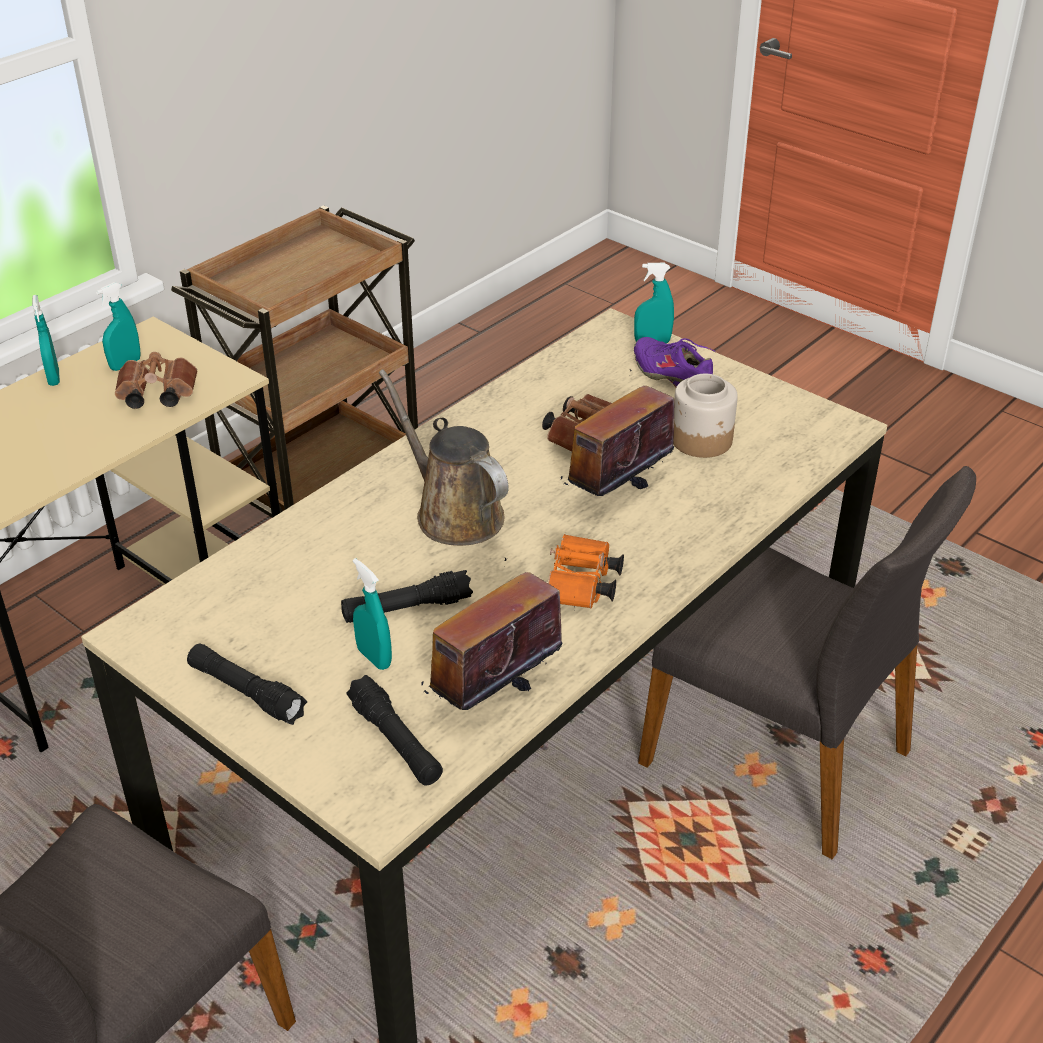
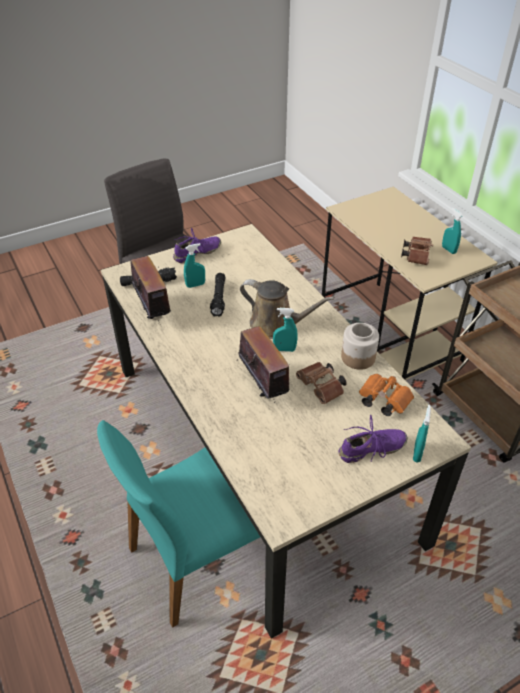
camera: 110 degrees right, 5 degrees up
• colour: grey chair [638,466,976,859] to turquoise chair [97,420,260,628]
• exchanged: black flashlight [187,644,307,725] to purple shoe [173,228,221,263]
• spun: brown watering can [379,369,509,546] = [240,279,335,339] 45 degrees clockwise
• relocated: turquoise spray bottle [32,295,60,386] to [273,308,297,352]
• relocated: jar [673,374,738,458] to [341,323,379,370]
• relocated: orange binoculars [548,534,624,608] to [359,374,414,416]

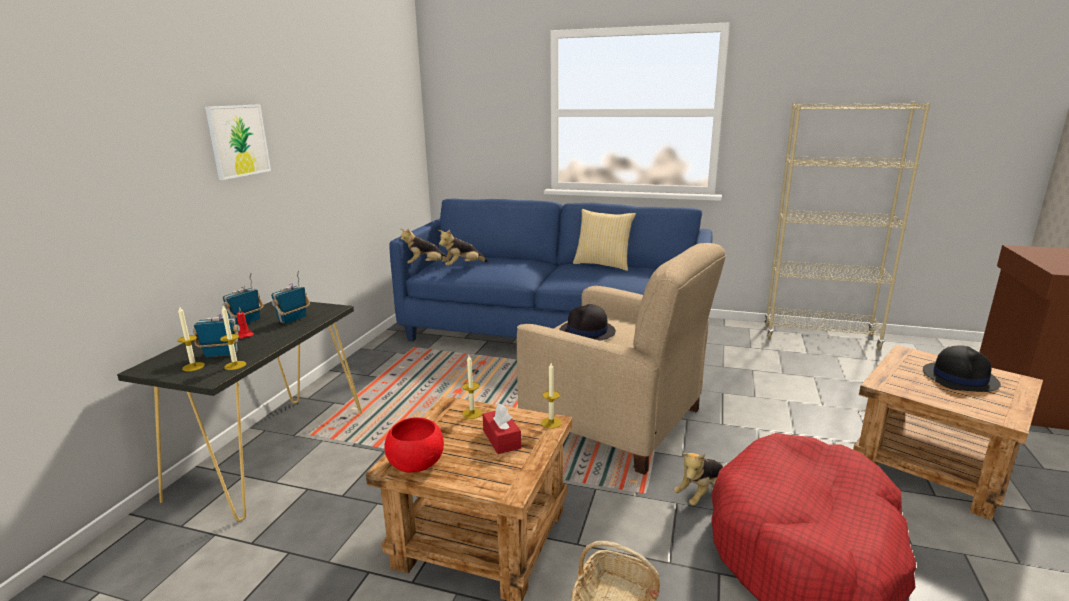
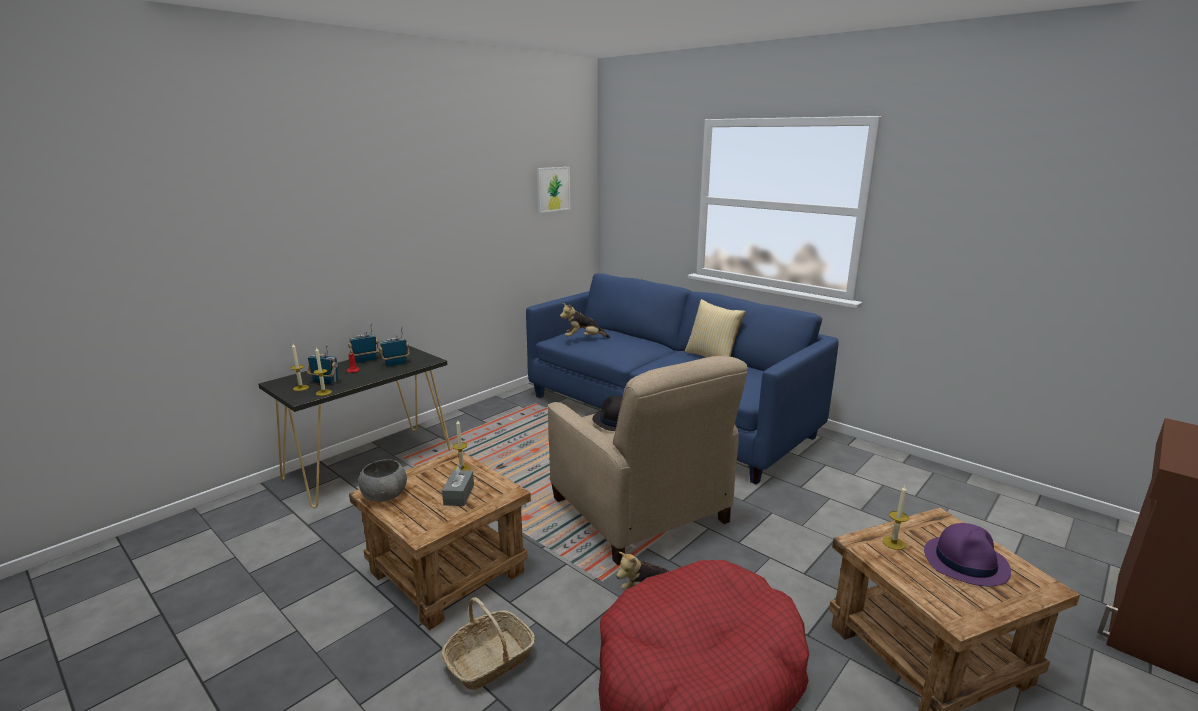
camera: 25 degrees right, 0 degrees up
• colour: red bowl [384,417,444,473] to grey bowl [358,459,407,502]
• colour: red tissue box [483,403,521,454] to grey tissue box [442,464,474,506]
• relocated: picture [205,104,271,180] to [537,167,570,213]
• relocated: candle [541,363,562,429] to [883,486,909,550]
• colour: black hat [923,345,1001,392] to purple hat [924,523,1011,586]
• missing: plush toy [400,228,451,264]
• missing: beige bookcase [765,102,930,350]

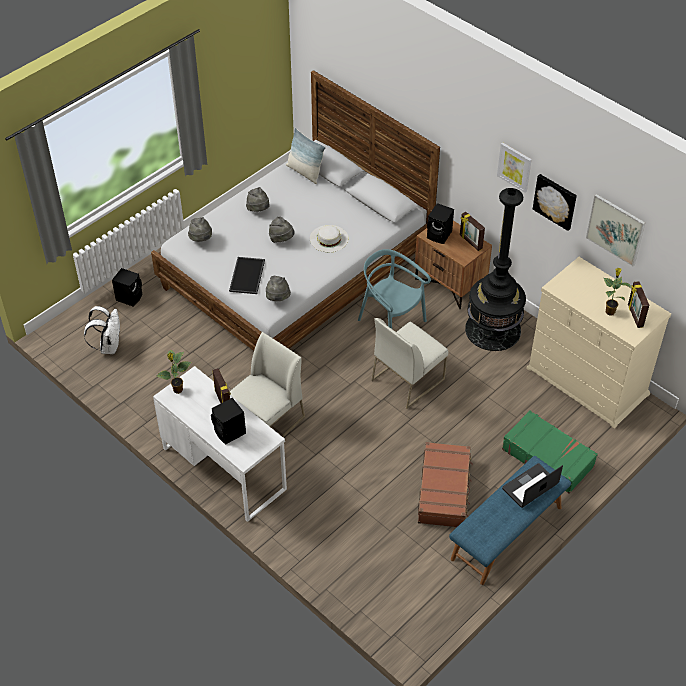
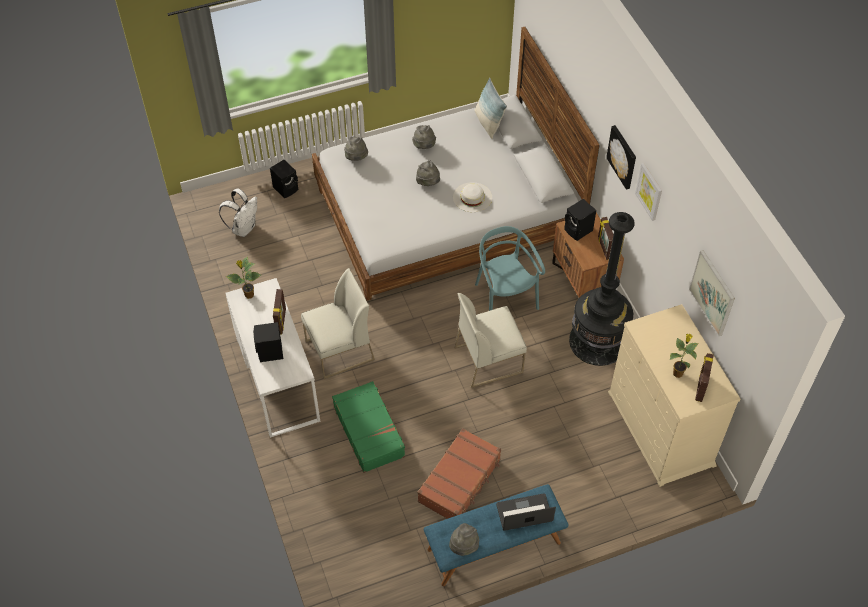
camera: 25 degrees right, 5 degrees up
• relocated: green suitcase [502,410,598,494] to [332,381,405,473]
• relocated: grey hat [266,276,291,301] to [449,523,479,556]
• relocated: picture [533,174,577,231] to [606,125,636,190]
• missing: tray [229,257,265,294]

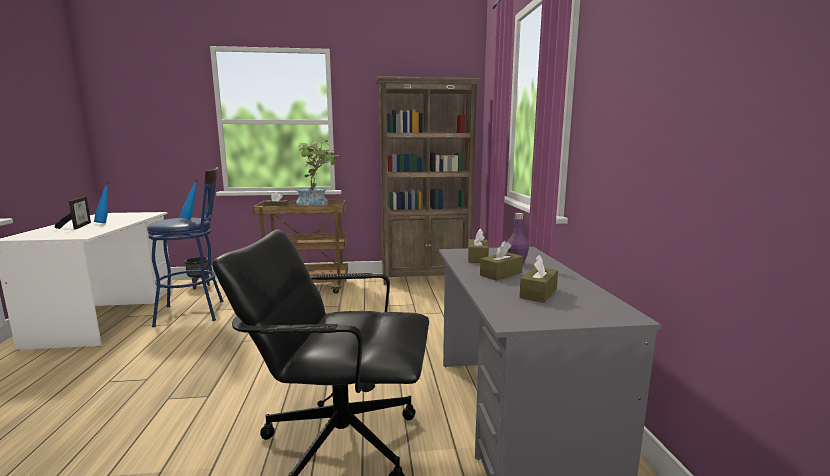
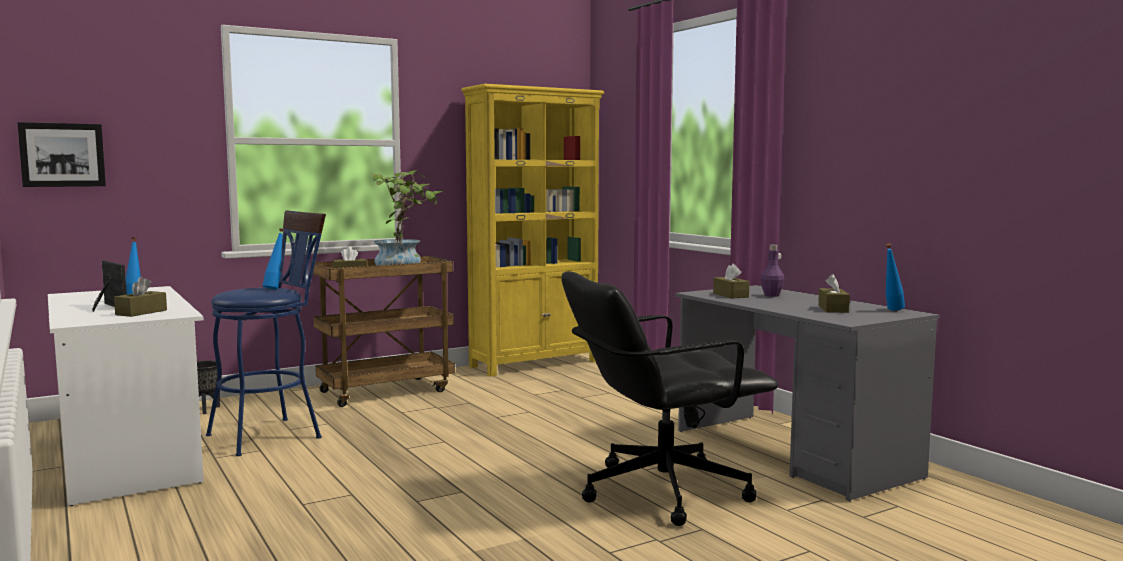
camera: 25 degrees left, 5 degrees down
• appeared: picture [17,122,106,187]
• relocated: brown tissue box [480,241,523,281] to [114,277,167,317]
• colour: brown bookcase [376,76,481,285] to yellow bookcase [461,84,604,377]
• appeared: blue bottle [885,243,905,311]

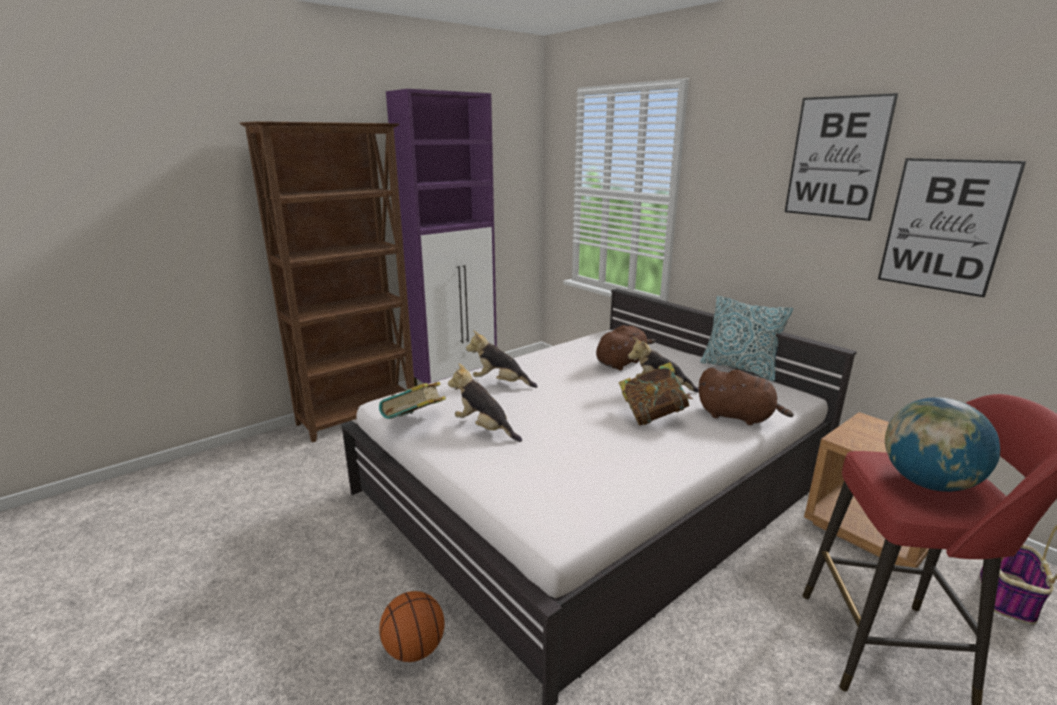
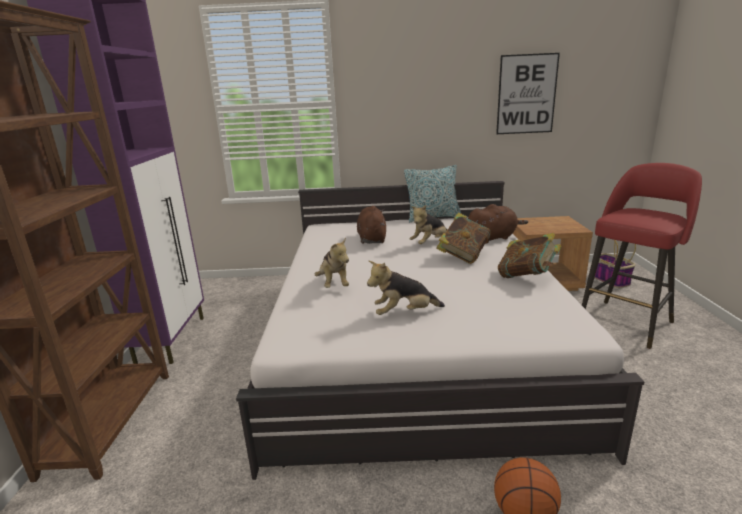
camera: 50 degrees left, 0 degrees up
• spun: plush toy [466,330,538,388] = [314,237,349,288] 75 degrees counterclockwise
• relocated: book [379,382,446,419] to [498,233,561,278]
• missing: picture [785,93,898,221]
• missing: globe [885,397,1000,492]

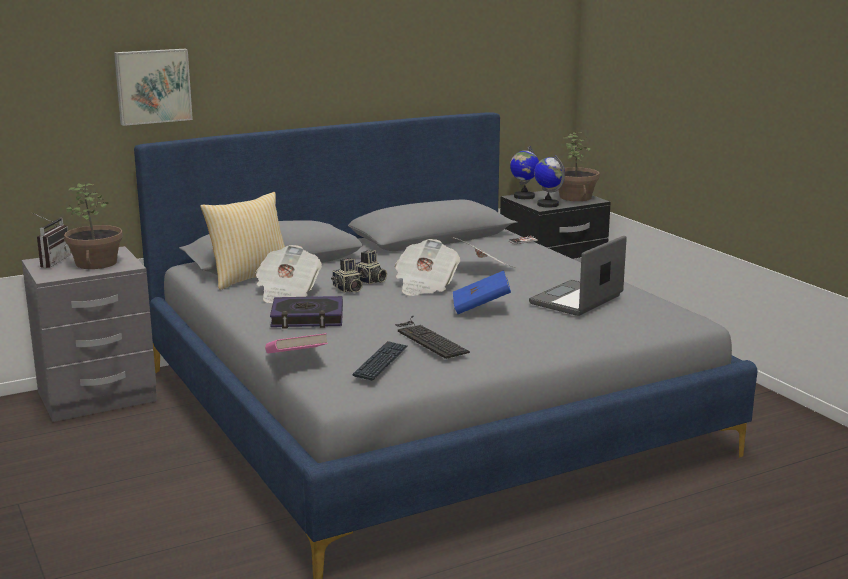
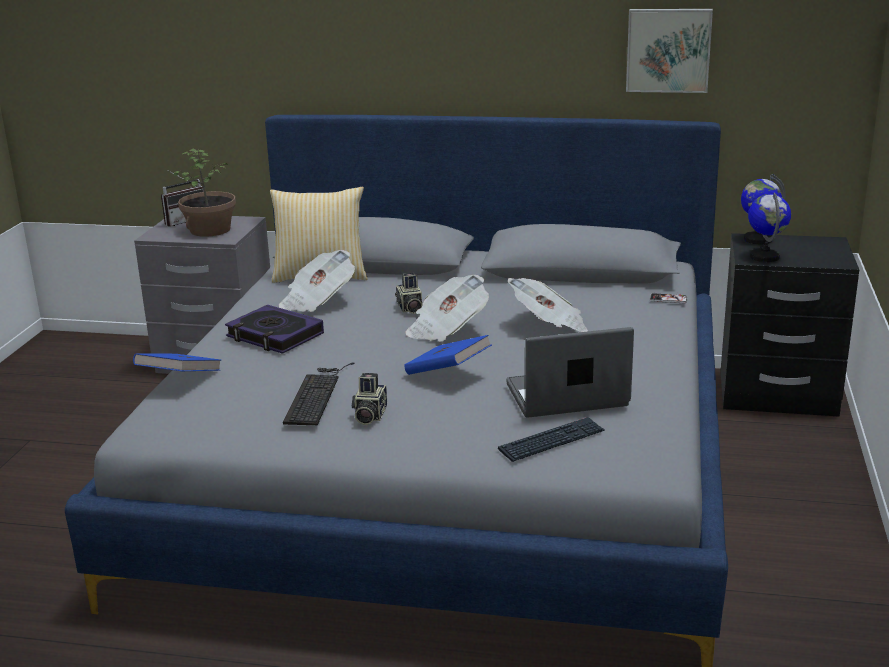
camera: 40 degrees right, 5 degrees up
• colour: pink book [265,333,328,353] to blue book [133,353,221,371]
• relocated: photo camera [331,258,363,293] to [352,373,387,425]
• relocated: keyboard [353,341,407,380] to [498,417,605,462]
• relocated: picture [114,49,193,126] to [626,9,713,93]
• missing: potted plant [559,132,600,201]

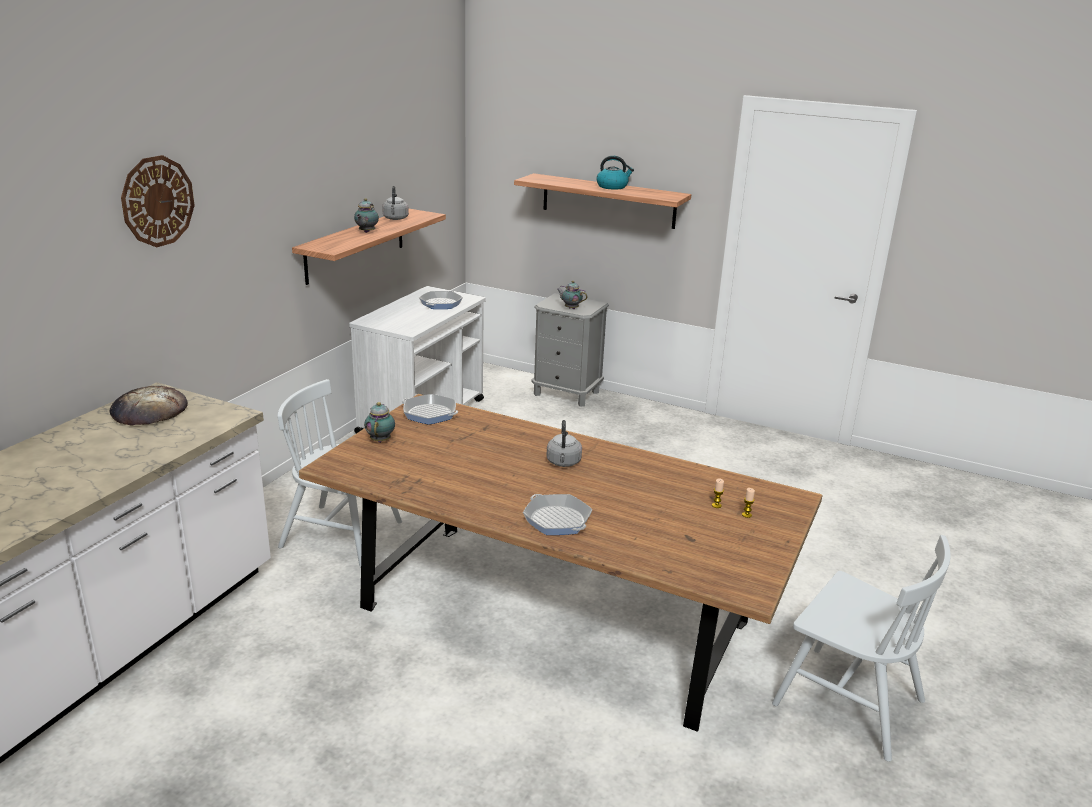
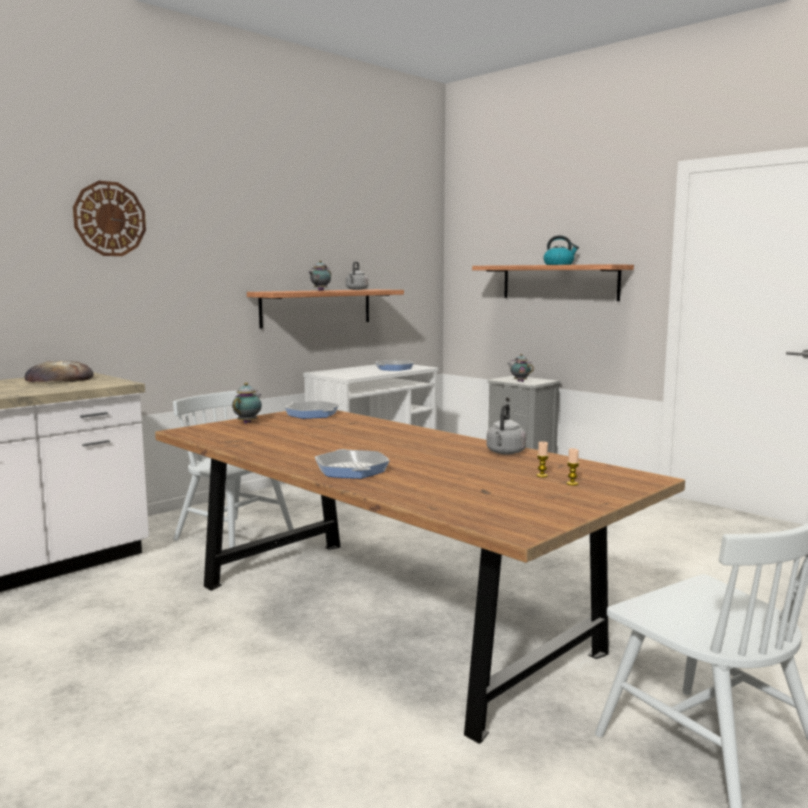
camera: 20 degrees right, 15 degrees down
• relocated: grey kettle [546,420,582,467] to [486,403,526,455]

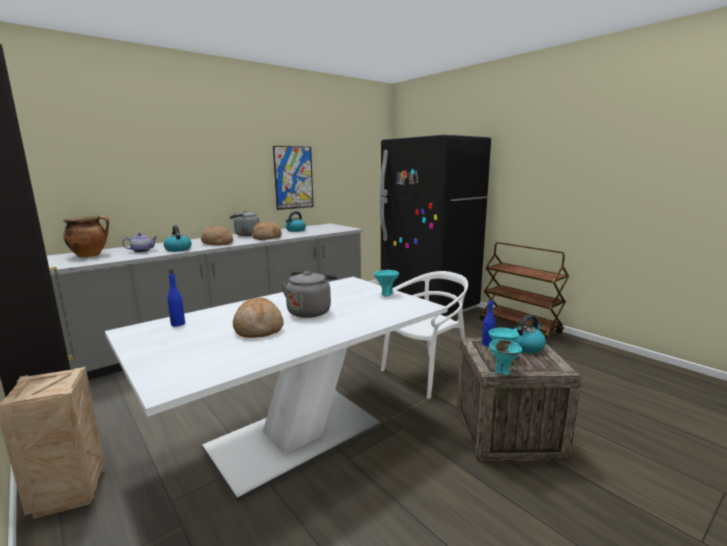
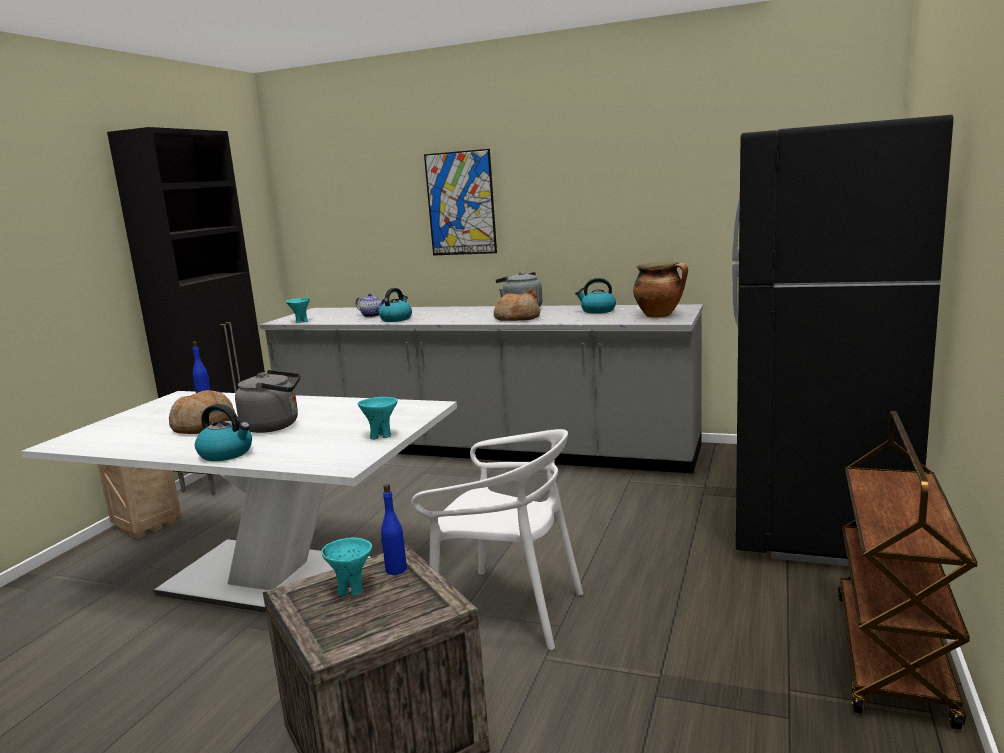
camera: 60 degrees right, 0 degrees up
• relocated: kettle [513,315,546,353] to [195,404,252,461]
• relocated: turquoise bowl [489,339,522,375] to [286,298,310,323]
• relocated: picture [273,146,314,210] to [424,149,497,255]
• relocated: cooking pot [63,216,109,257] to [633,262,688,318]
• missing: bread [201,226,233,245]

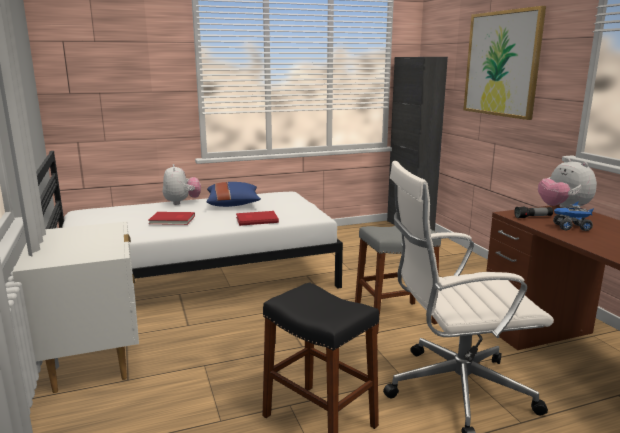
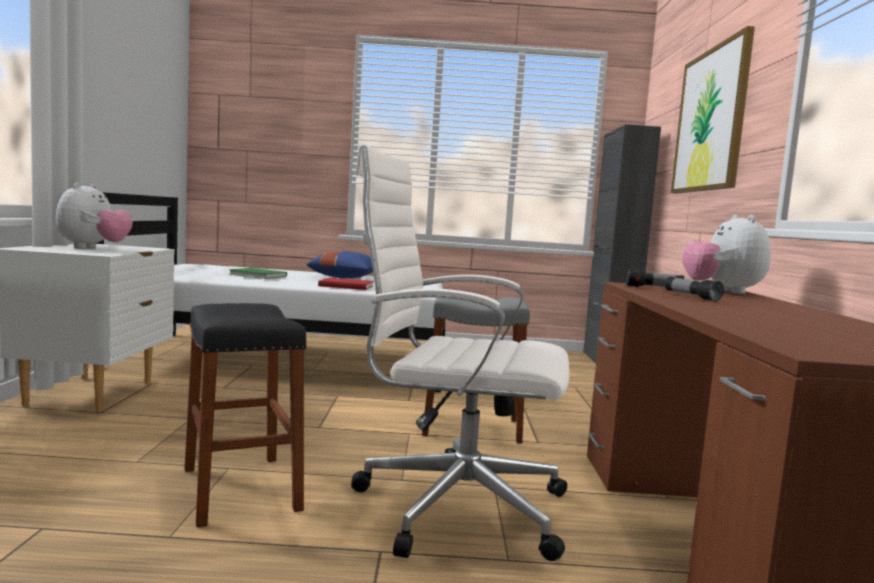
camera: 20 degrees right, 10 degrees down
• relocated: plush toy [163,164,201,205] to [56,183,133,248]
• colour: red book [149,212,195,225] to green book [229,268,287,279]
• exchanged: toy truck [553,201,594,231] to flashlight [665,277,724,301]

